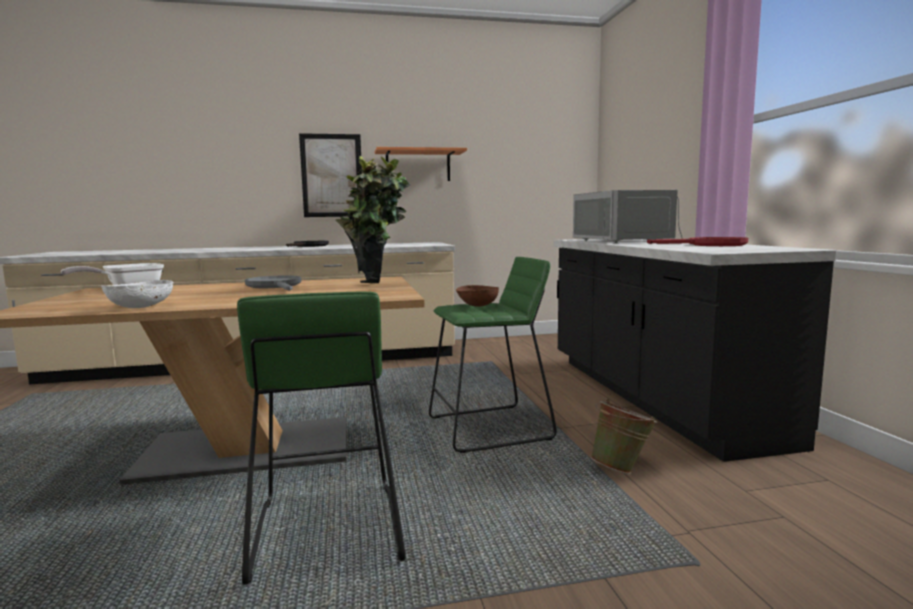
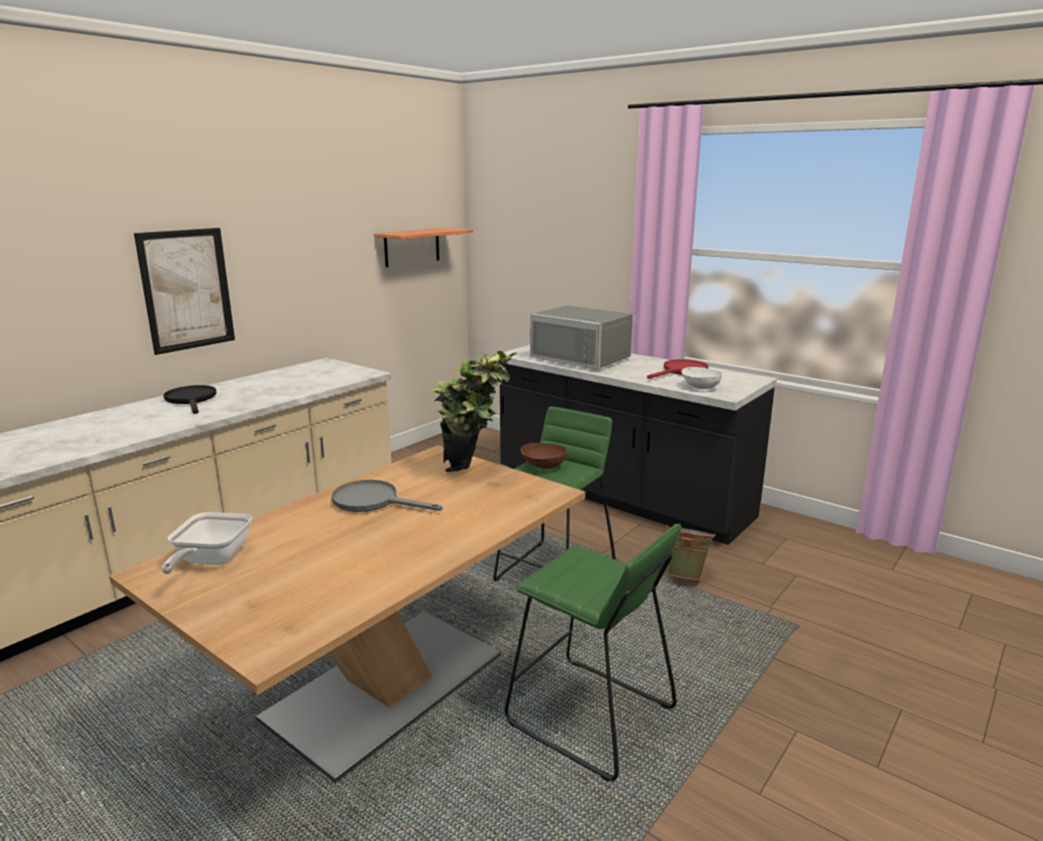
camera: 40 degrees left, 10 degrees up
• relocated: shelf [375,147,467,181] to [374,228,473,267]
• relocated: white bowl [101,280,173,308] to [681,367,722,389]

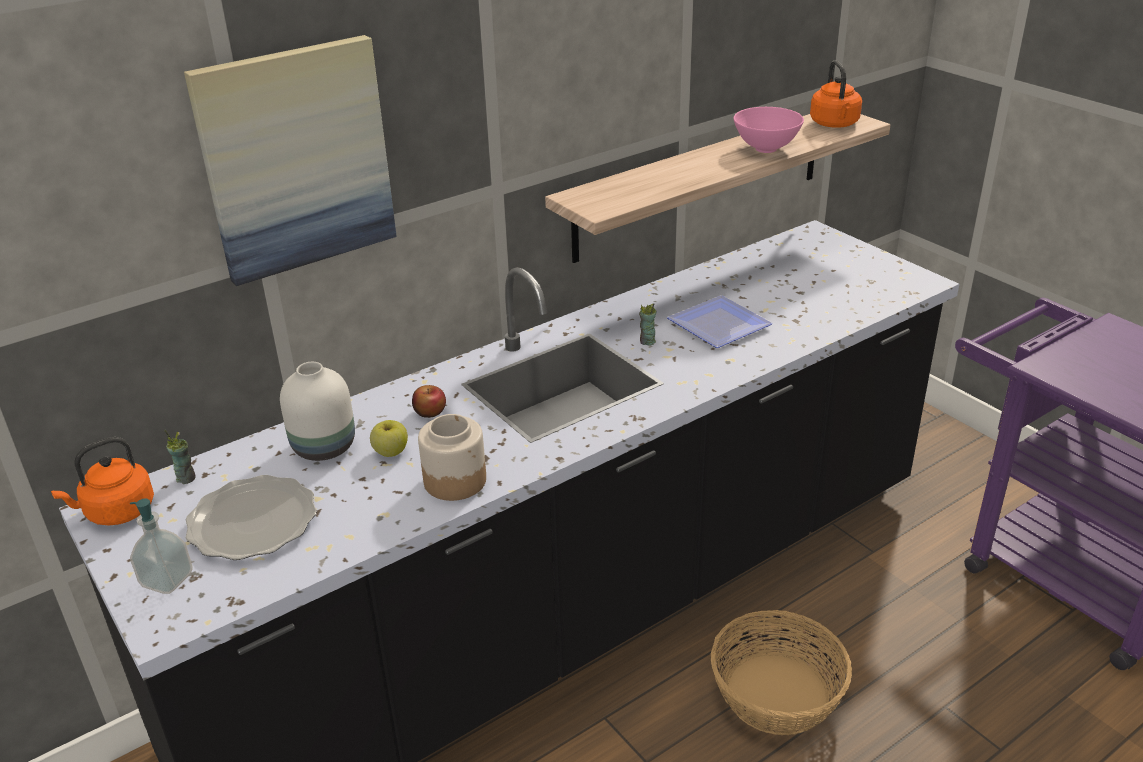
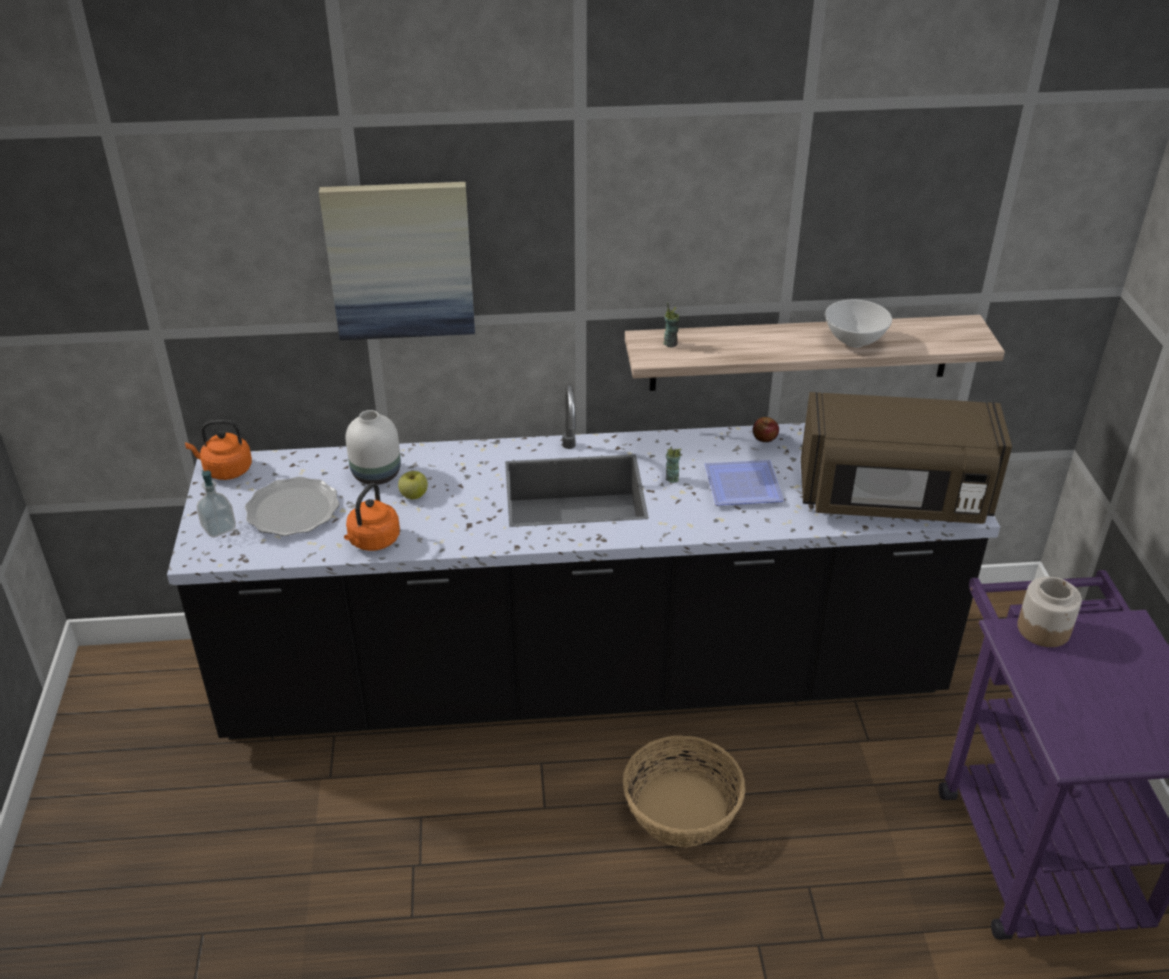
camera: 30 degrees right, 5 degrees up
• relocated: orange kettle [810,61,862,128] to [344,483,400,551]
• relocated: cup [164,430,196,484] to [663,303,680,347]
• relocated: apple [412,385,446,418] to [753,417,779,442]
• appeared: brown microwave [801,392,1012,524]
• colour: pink bowl [734,107,804,153] to white bowl [825,300,892,348]
• relocated: jar [418,414,486,501] to [1017,577,1082,647]

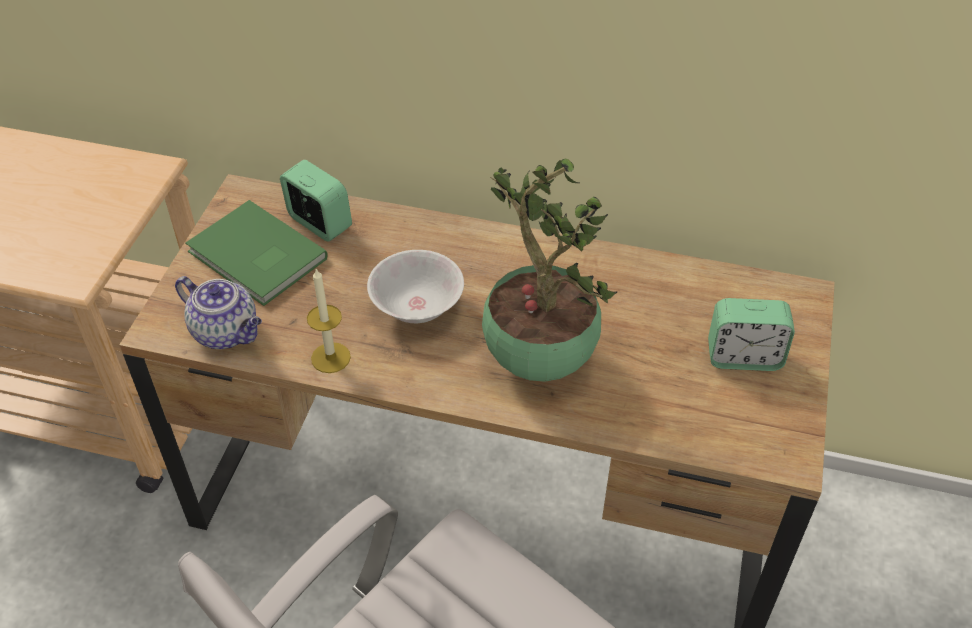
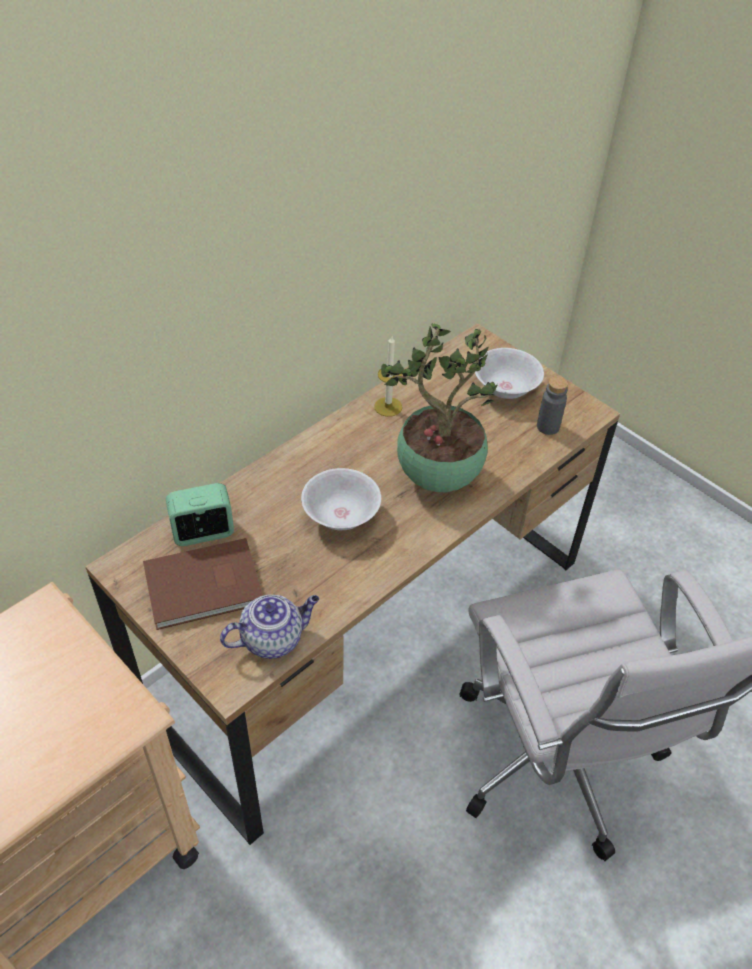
camera: 60 degrees left, 0 degrees up
• colour: green book [185,200,328,306] to brown book [143,538,263,630]
• relocated: candle [307,269,351,373] to [374,336,402,417]
• exchanged: alarm clock [708,298,795,371] to white bowl [475,348,544,399]
• appeared: grey bottle [537,376,568,435]

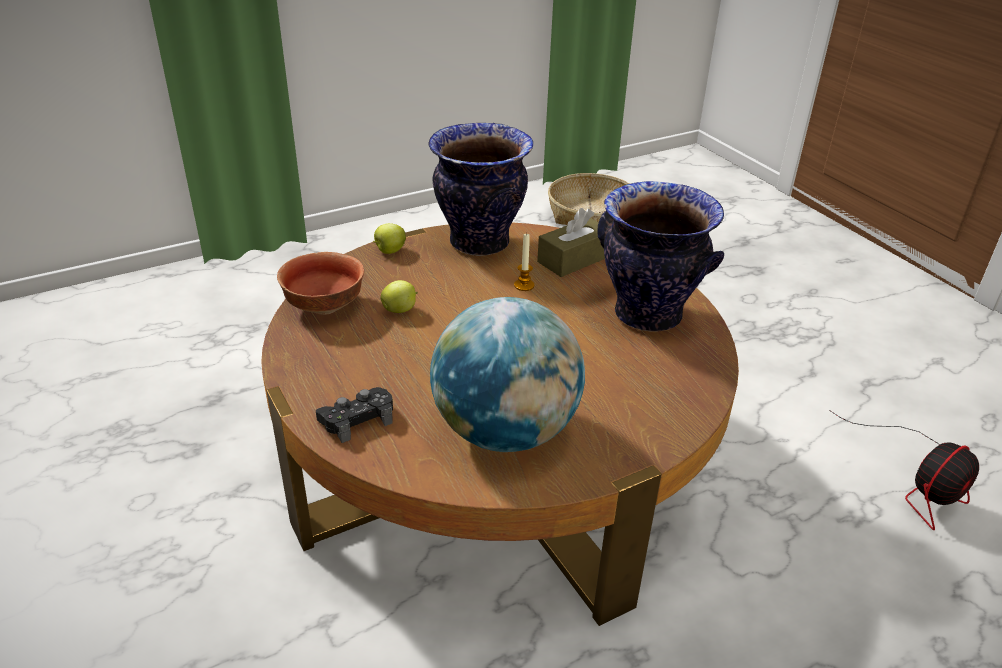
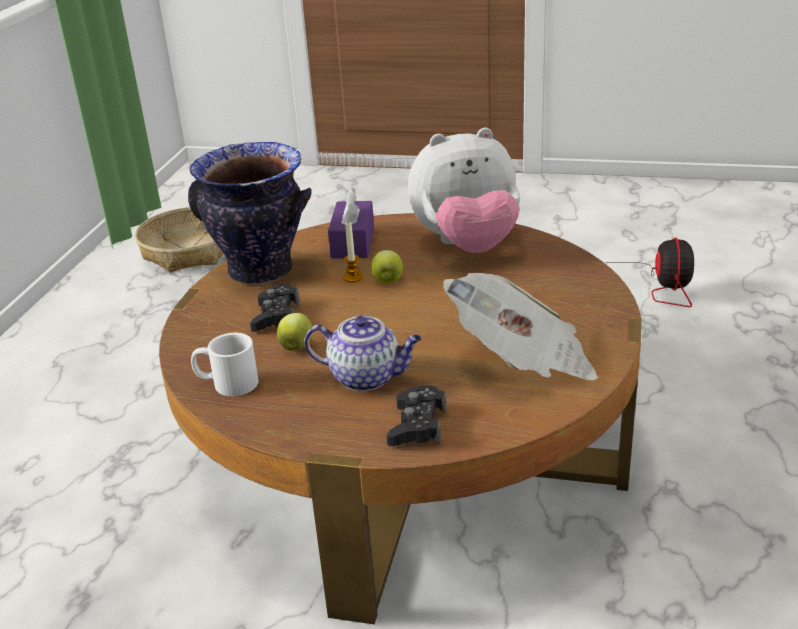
camera: 45 degrees left, 5 degrees down
• exchanged: bowl [277,252,364,315] to white mug [191,333,259,396]
• appeared: black game controller [250,284,300,332]
• appeared: teapot [304,316,422,391]
• colour: brown tissue box [537,208,605,277] to purple tissue box [328,188,374,259]
• relocated: apple [373,223,406,254] to [371,250,403,283]
• exchanged: vase [597,181,724,332] to plush toy [408,128,520,253]
• exchanged: globe [430,297,585,452] to newspaper [443,273,598,380]

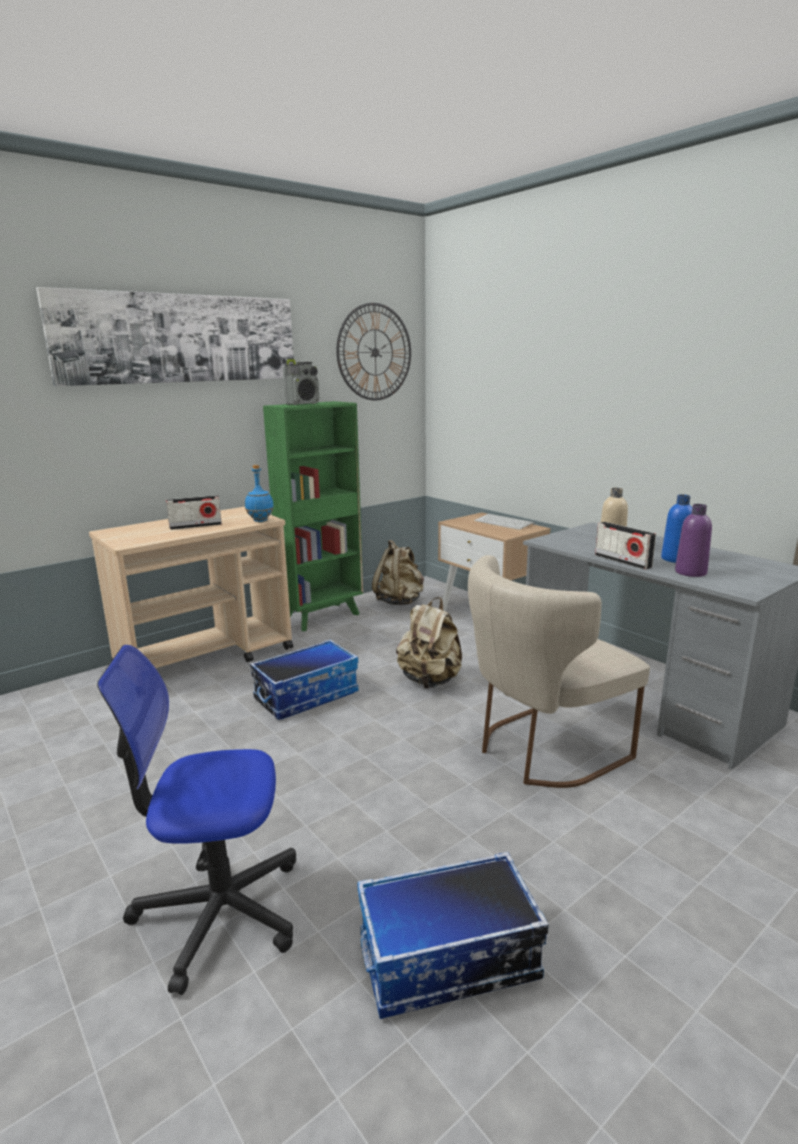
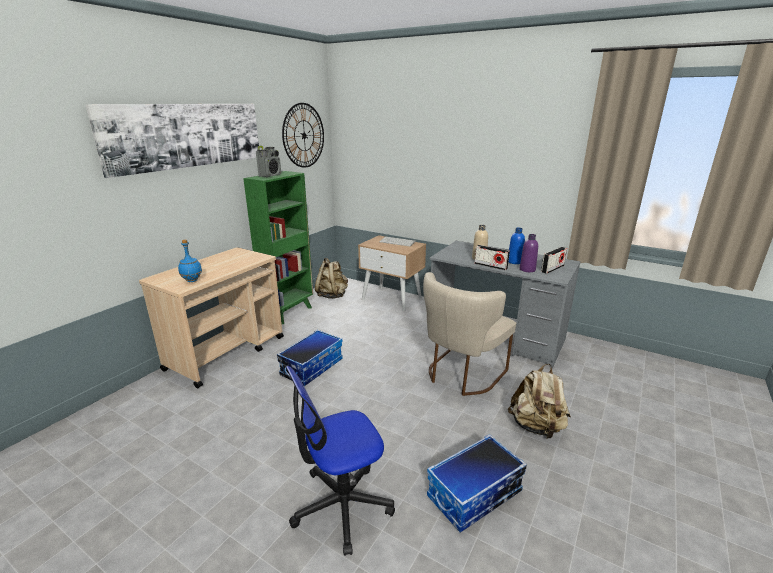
camera: 20 degrees left, 5 degrees up
• relocated: blue bottle [245,465,274,522] to [178,240,202,282]
• relocated: beige backpack [396,597,462,688] to [508,364,571,439]
• relocated: radio [166,495,222,530] to [541,247,567,274]

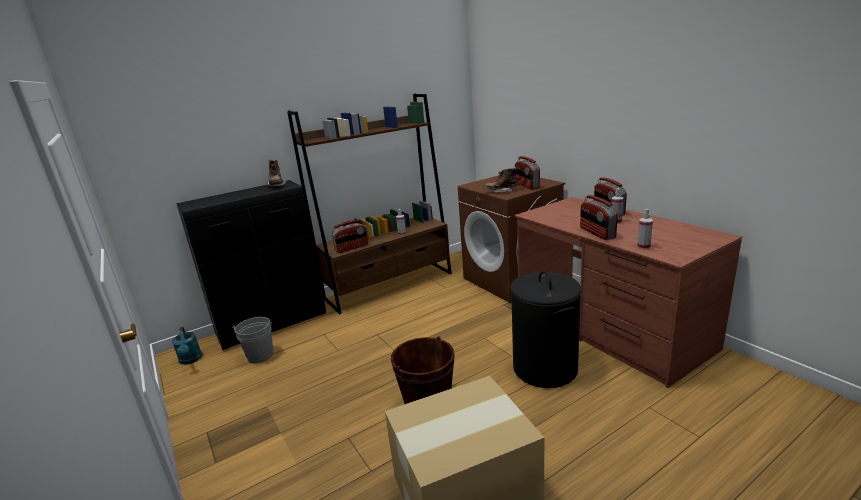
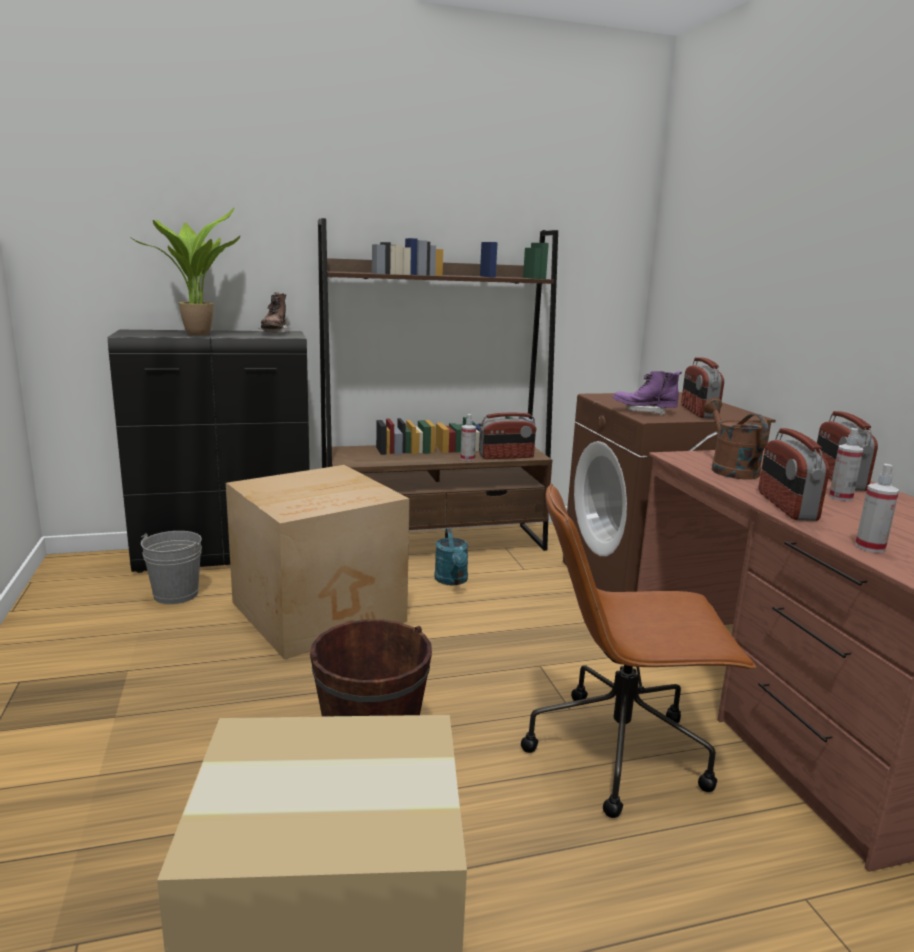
camera: 15 degrees right, 5 degrees down
• appeared: potted plant [132,208,240,336]
• appeared: cardboard box [226,465,410,660]
• relocated: turquoise watering can [172,327,202,365] to [434,528,469,585]
• relocated: radio [331,219,368,253] to [479,413,537,459]
• exchanged: black laundry basket [510,271,582,388] to brown office chair [521,483,756,818]
• colour: brown boot [484,167,518,193] to purple boot [613,371,682,415]
• appeared: brown watering can [703,398,768,480]

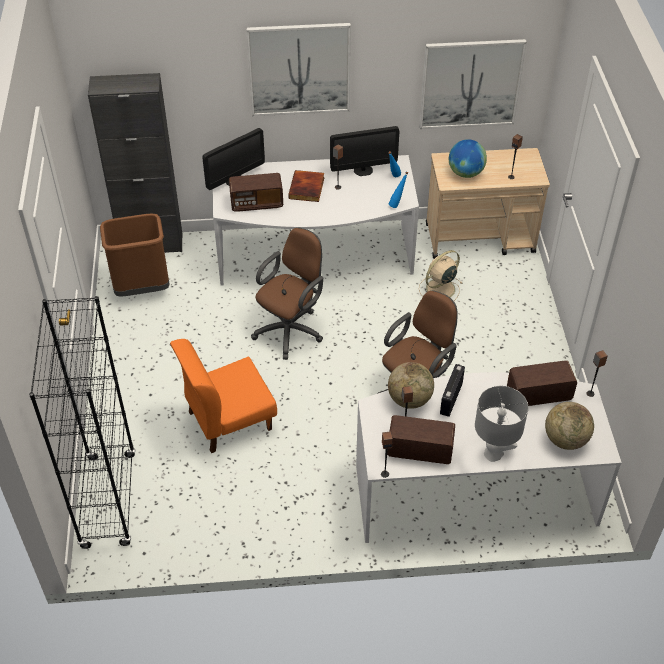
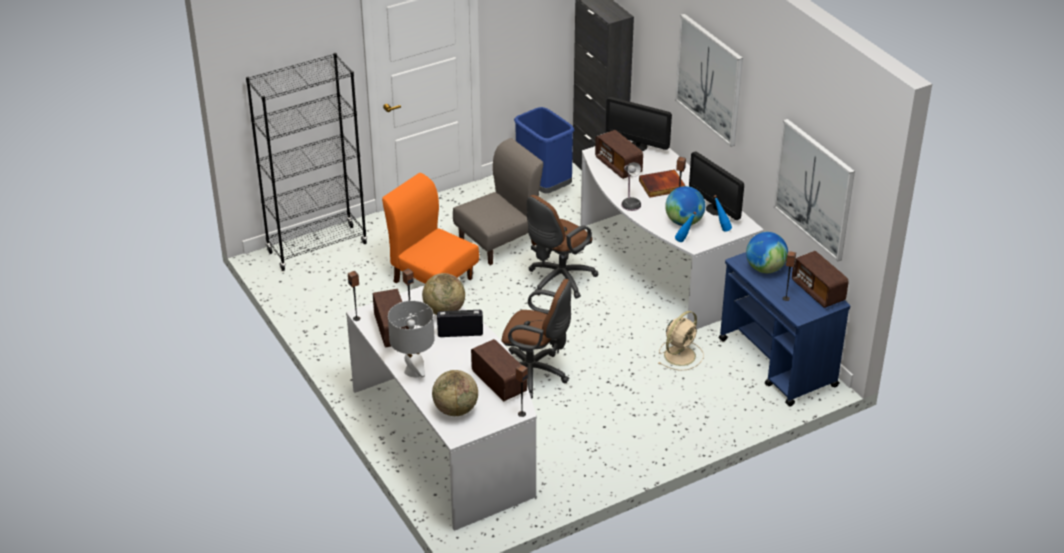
camera: 65 degrees right, 10 degrees down
• appeared: grey chair [453,138,543,265]
• colour: brown trash can [100,213,170,296] to blue trash can [514,107,574,194]
• spun: brown office chair [251,228,323,360] = [527,195,599,298] 120 degrees clockwise
• appeared: table lamp [621,162,641,211]
• spun: beige fan [419,250,462,301] = [658,311,704,371] 105 degrees clockwise
• appeared: globe [665,186,705,226]
• colour: beige cart [426,148,550,259] to blue cart [719,252,851,407]
• appeared: radio [792,251,849,308]

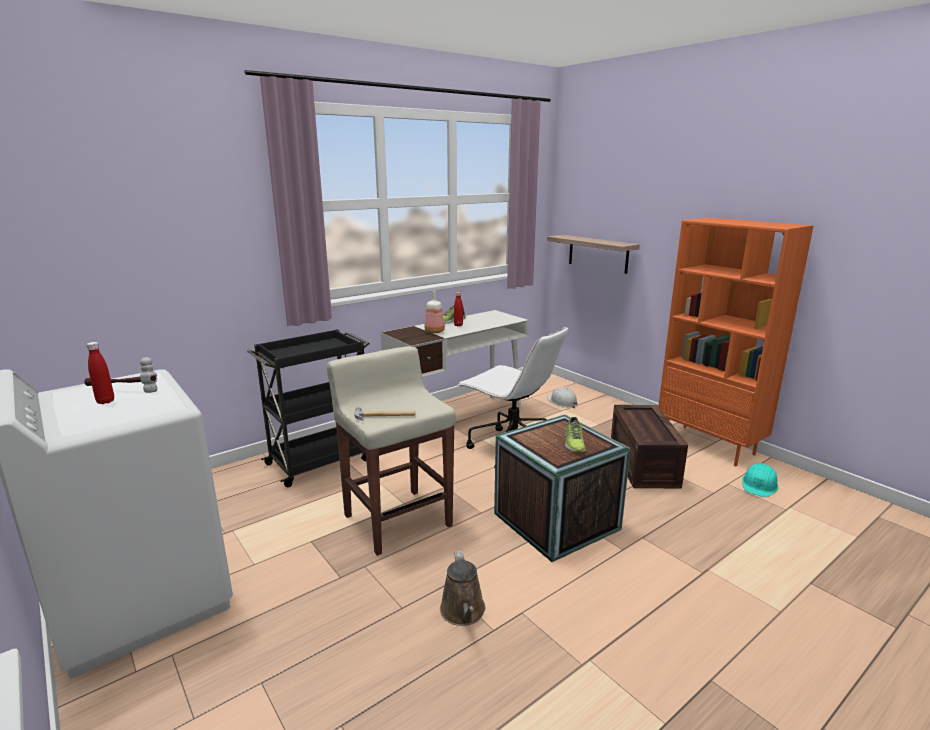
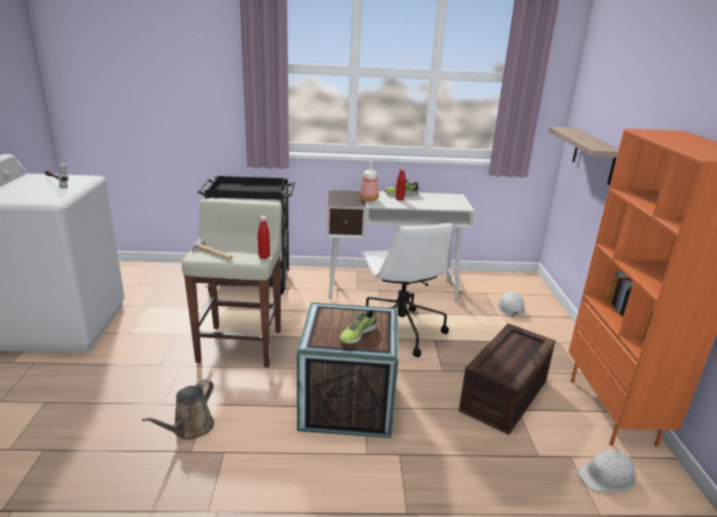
camera: 35 degrees right, 5 degrees up
• relocated: red bottle [86,342,114,404] to [258,216,270,259]
• colour: turquoise hard hat [742,463,778,497] to white hard hat [578,450,636,493]

